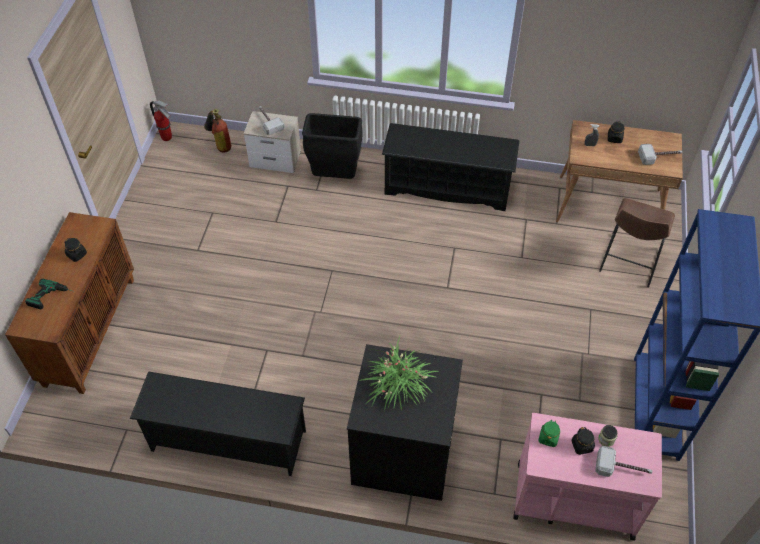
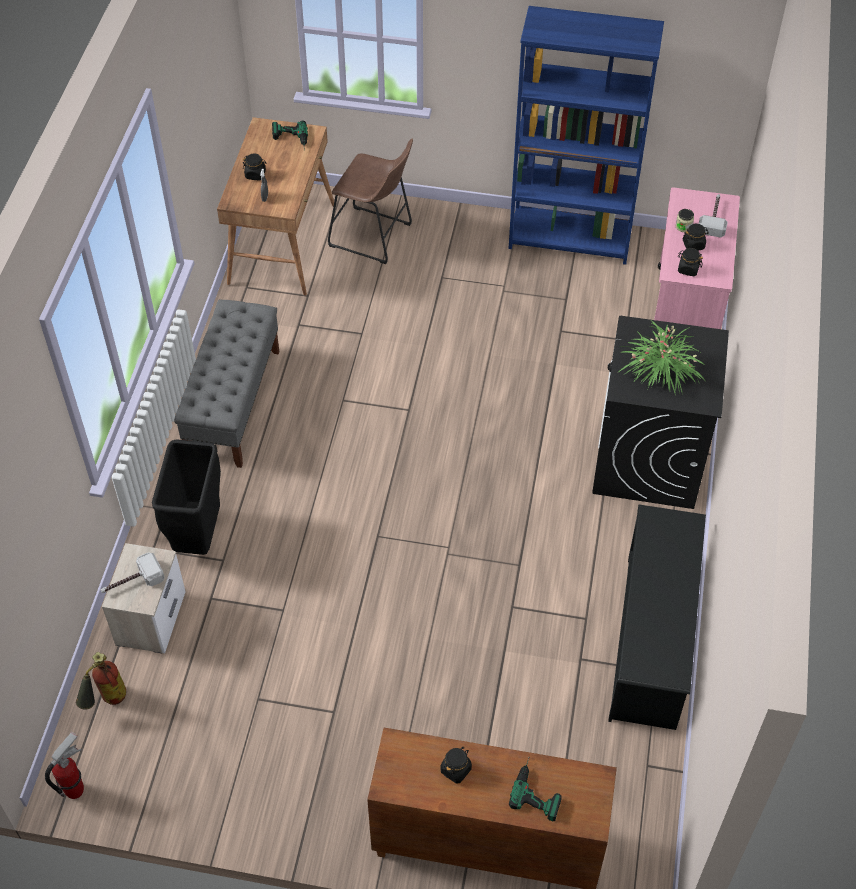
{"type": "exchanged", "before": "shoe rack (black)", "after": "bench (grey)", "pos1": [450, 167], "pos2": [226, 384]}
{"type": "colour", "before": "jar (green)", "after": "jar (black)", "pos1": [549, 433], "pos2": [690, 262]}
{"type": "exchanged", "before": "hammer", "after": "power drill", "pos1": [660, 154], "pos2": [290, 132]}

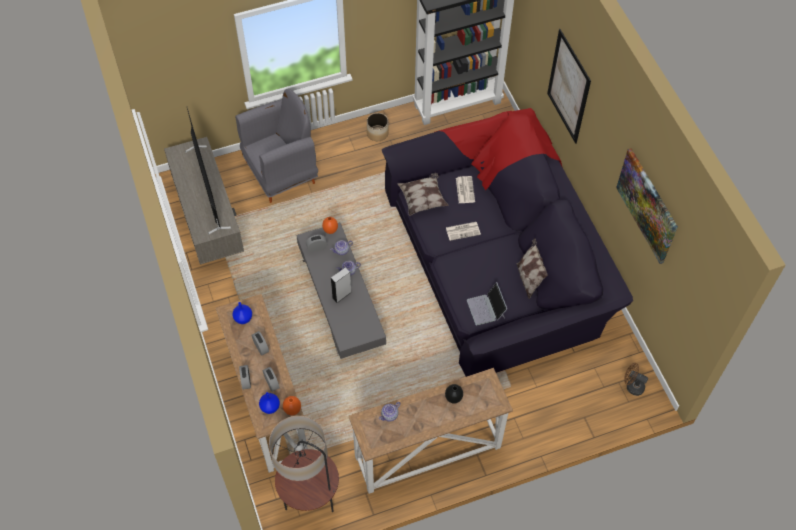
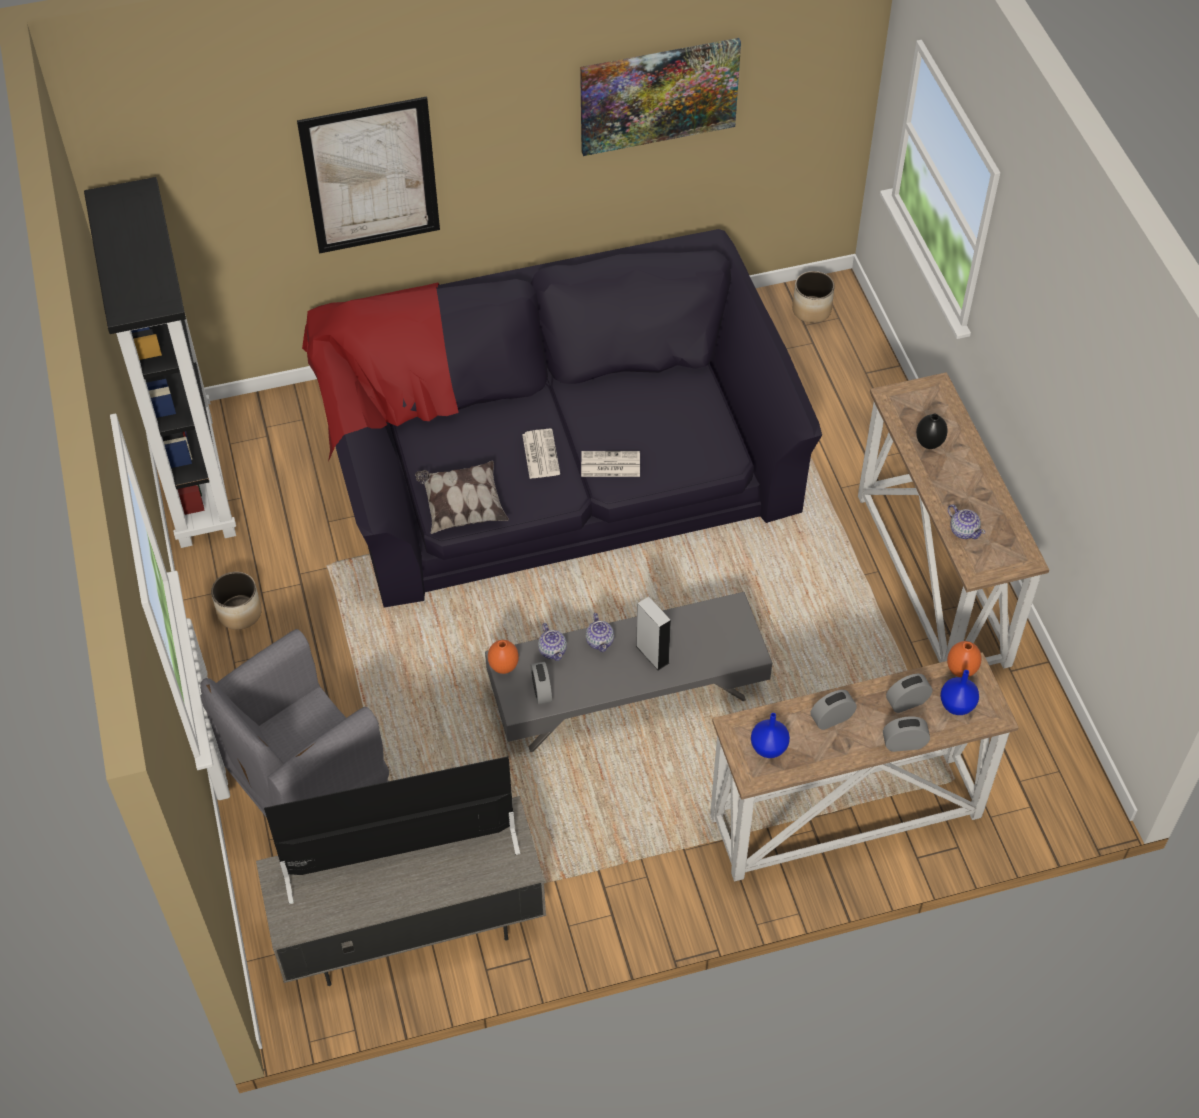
{"type": "spun", "before": "armchair (grey)", "pos1": [276, 146], "pos2": [294, 723], "turn": -105}
{"type": "missing", "before": "floor lamp", "pos1": [304, 464]}
{"type": "relocated", "before": "newspaper", "pos1": [465, 189], "pos2": [610, 464]}
{"type": "missing", "before": "laptop", "pos1": [487, 303]}
{"type": "missing", "before": "pillow", "pos1": [532, 268]}
{"type": "exchanged", "before": "fan (brown)", "after": "planter", "pos1": [636, 379], "pos2": [813, 297]}

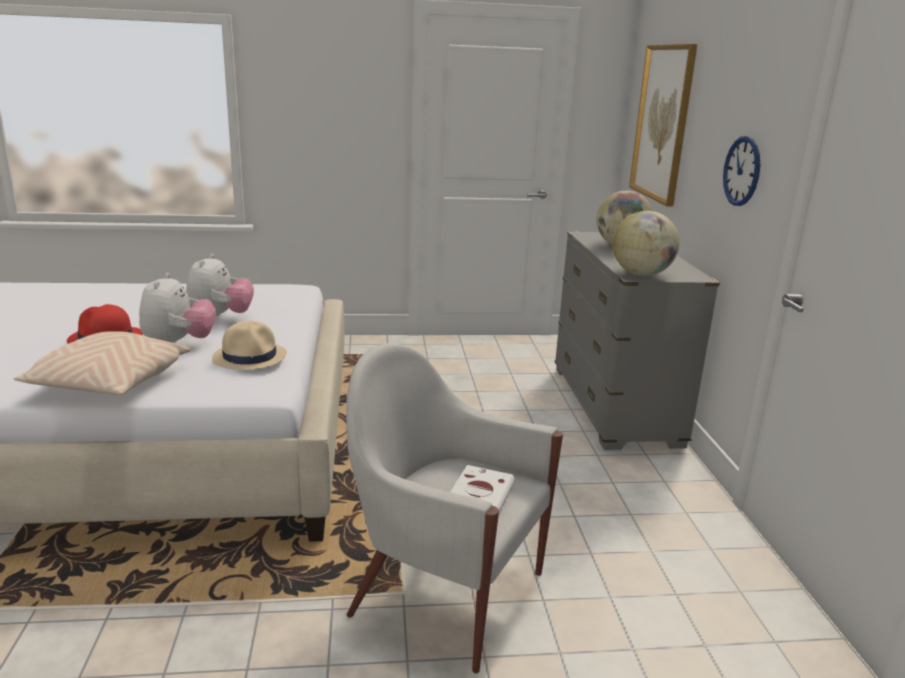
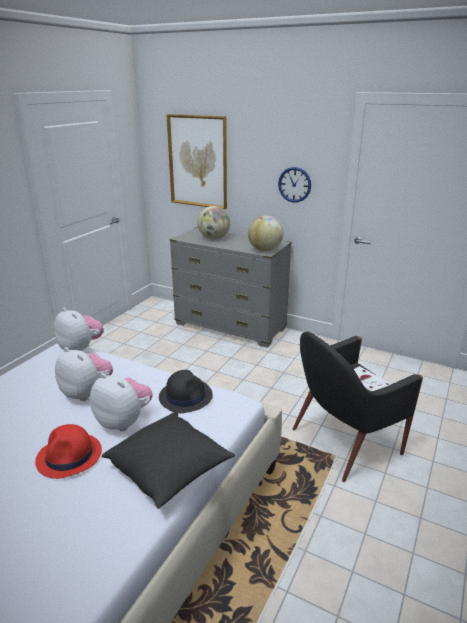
{"type": "colour", "before": "pillow (beige)", "after": "pillow (black)", "pos1": [102, 363], "pos2": [168, 460]}
{"type": "colour", "before": "hat (beige)", "after": "hat (black)", "pos1": [249, 345], "pos2": [186, 391]}
{"type": "colour", "before": "armchair (white)", "after": "armchair (black)", "pos1": [454, 508], "pos2": [357, 407]}
{"type": "appeared", "after": "plush toy", "pos2": [79, 329]}

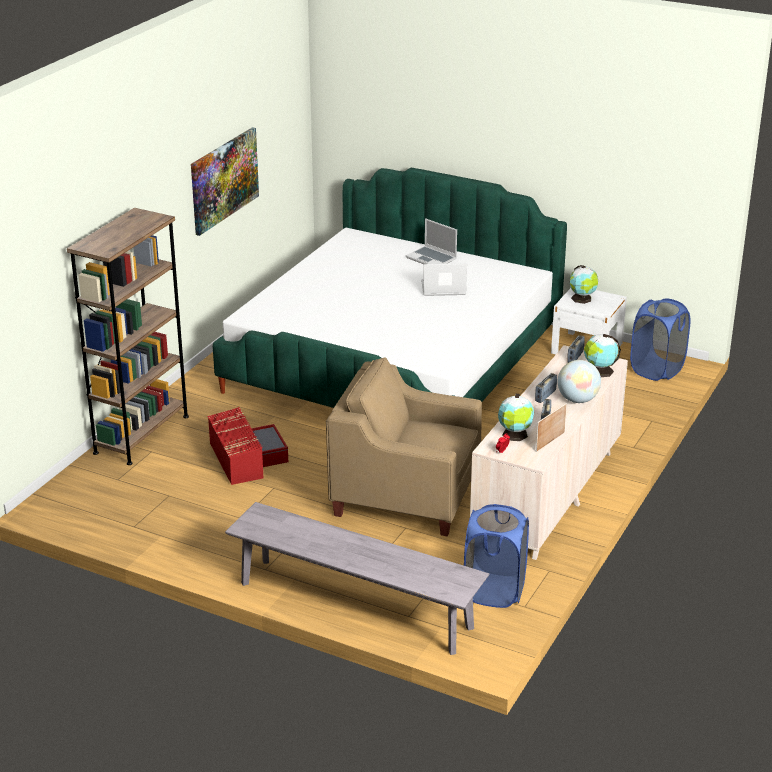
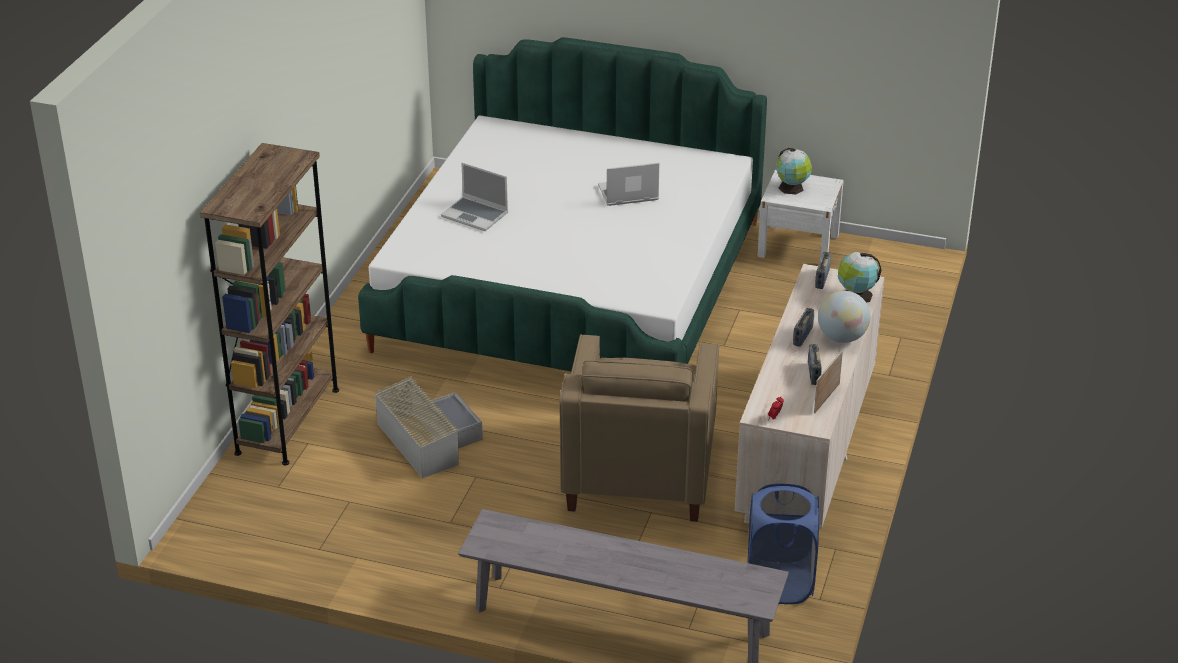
{"type": "missing", "before": "picture", "pos1": [225, 181]}
{"type": "colour", "before": "storage box (red)", "after": "storage box (grey)", "pos1": [247, 446], "pos2": [428, 427]}
{"type": "spun", "before": "armchair (beige)", "pos1": [404, 446], "pos2": [639, 428], "turn": -90}
{"type": "relocated", "before": "laptop", "pos1": [431, 241], "pos2": [474, 197]}
{"type": "missing", "before": "globe", "pos1": [516, 417]}
{"type": "missing", "before": "laundry basket (blue)", "pos1": [660, 339]}

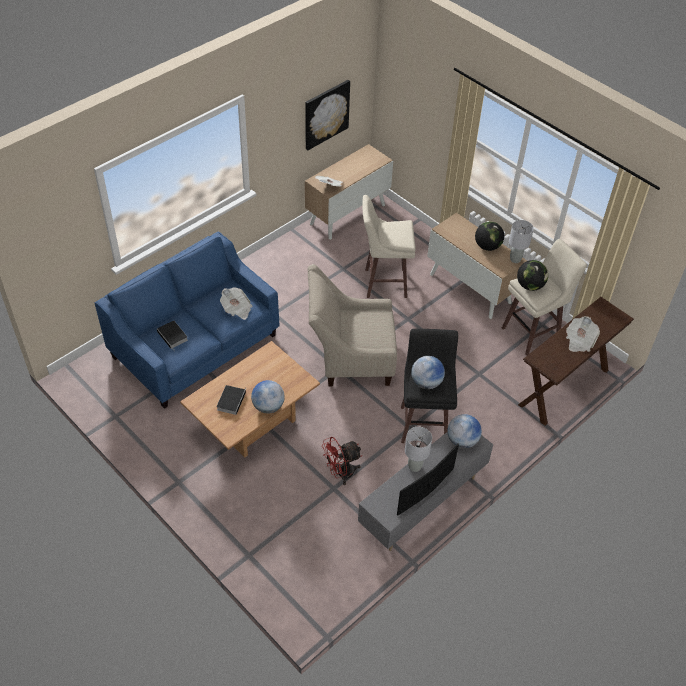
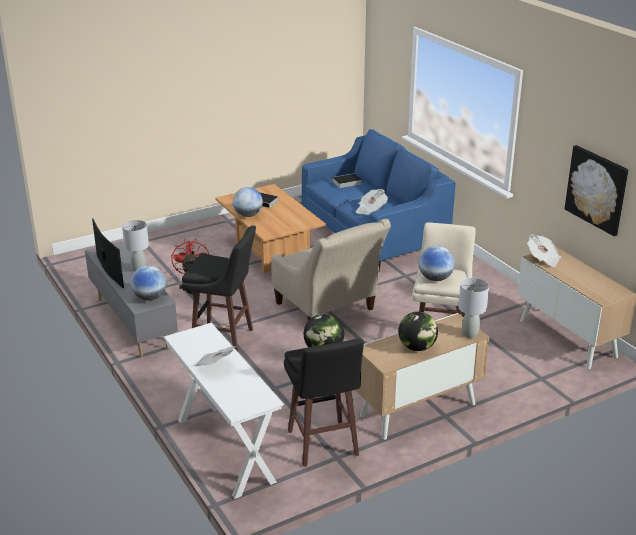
{"type": "spun", "before": "armchair (beige)", "pos1": [352, 325], "pos2": [331, 270], "turn": 135}
{"type": "relocated", "before": "globe", "pos1": [428, 372], "pos2": [437, 263]}
{"type": "colour", "before": "stool (beige)", "after": "stool (black)", "pos1": [544, 297], "pos2": [324, 403]}
{"type": "relocated", "before": "table lamp (grey)", "pos1": [521, 241], "pos2": [473, 308]}
{"type": "colour", "before": "console table (brown)", "after": "console table (white)", "pos1": [576, 361], "pos2": [224, 411]}

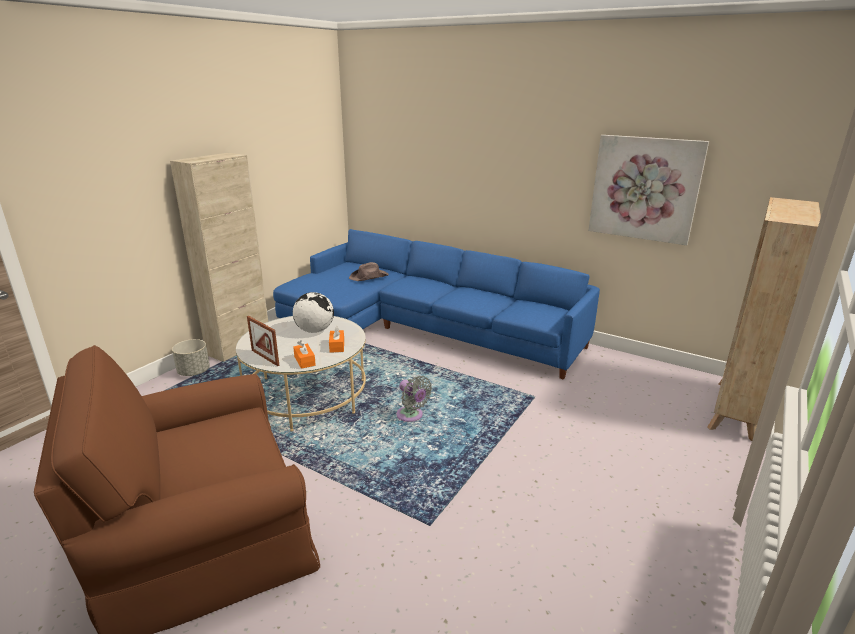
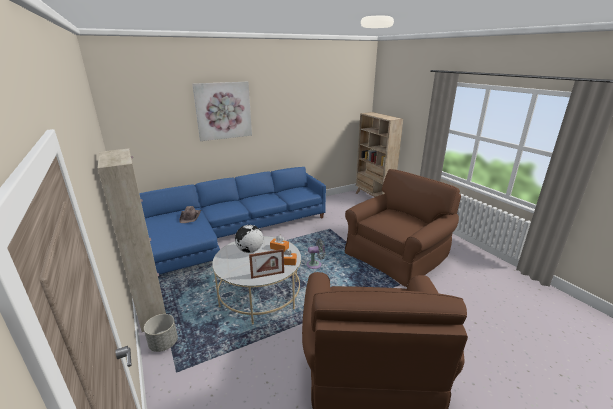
{"type": "relocated", "before": "picture", "pos1": [648, 190], "pos2": [222, 111]}
{"type": "appeared", "after": "armchair (brown)", "pos2": [403, 228]}

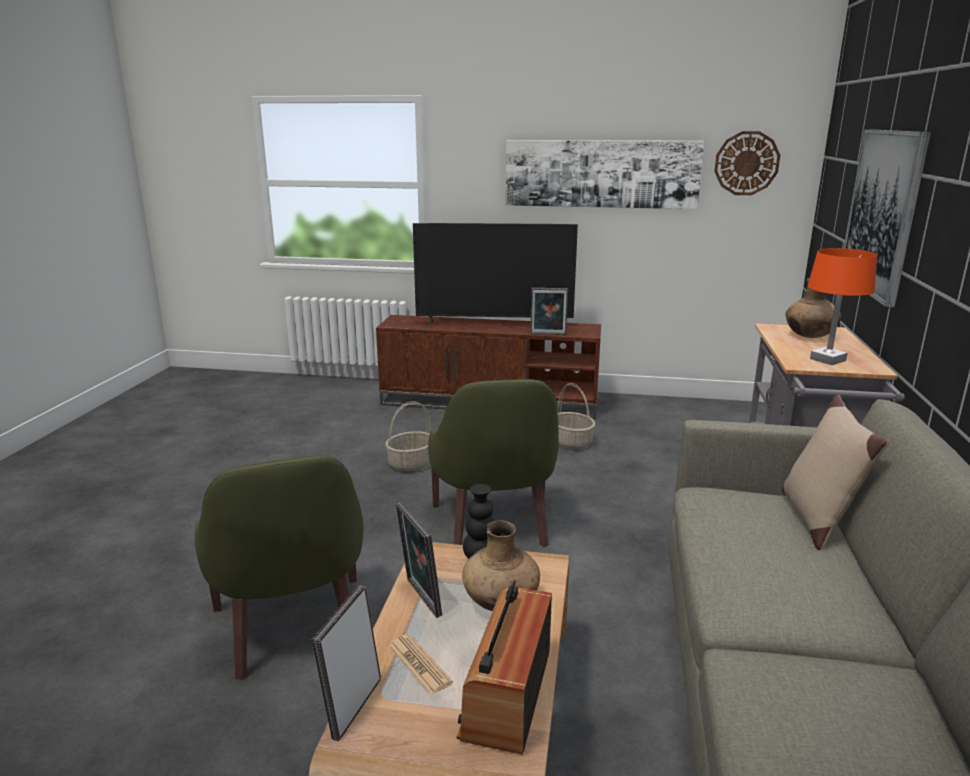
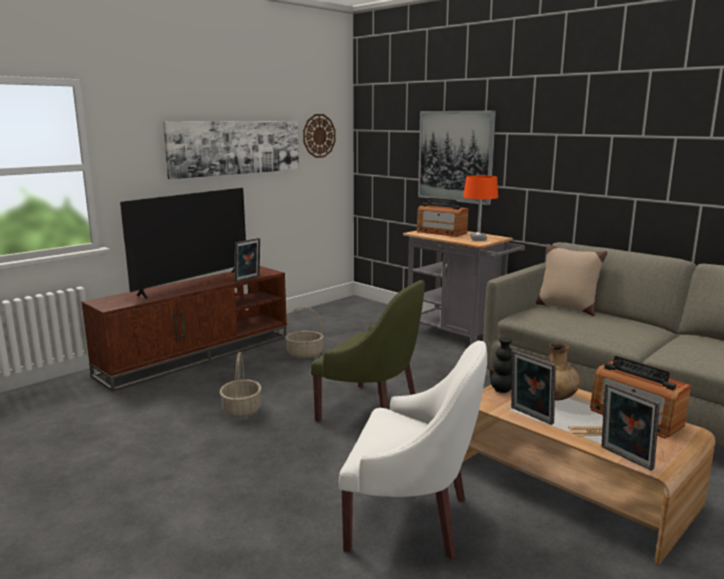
{"type": "colour", "before": "armchair (green)", "after": "armchair (white)", "pos1": [279, 567], "pos2": [413, 450]}
{"type": "spun", "before": "picture frame", "pos1": [418, 560], "pos2": [533, 387], "turn": 45}
{"type": "exchanged", "before": "vase (brown)", "after": "radio", "pos1": [813, 308], "pos2": [442, 217]}

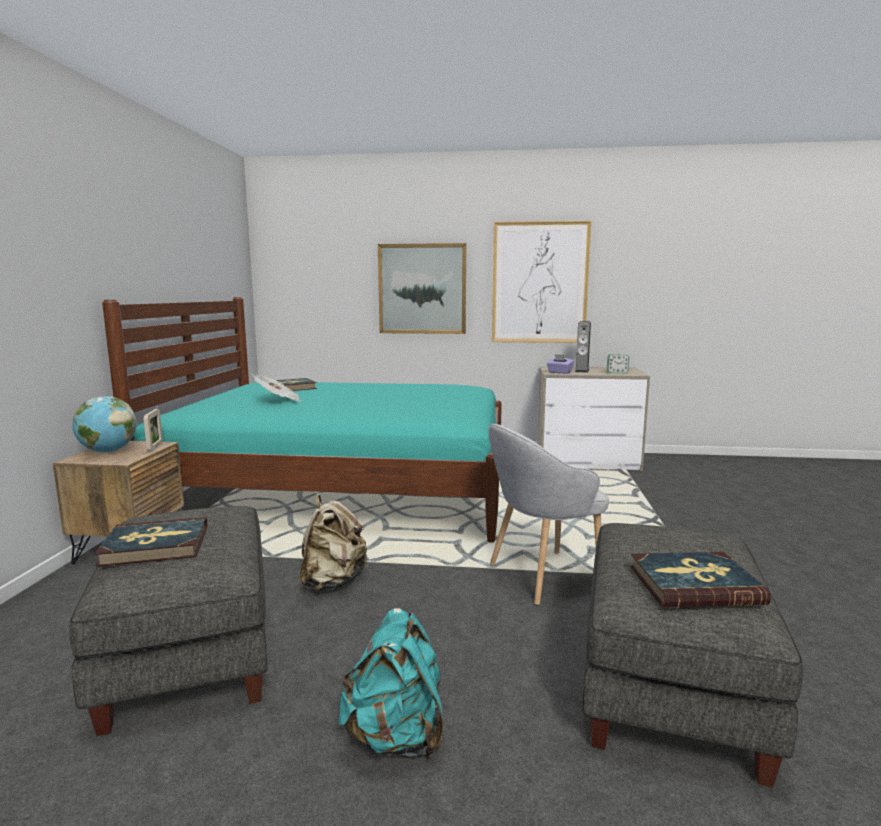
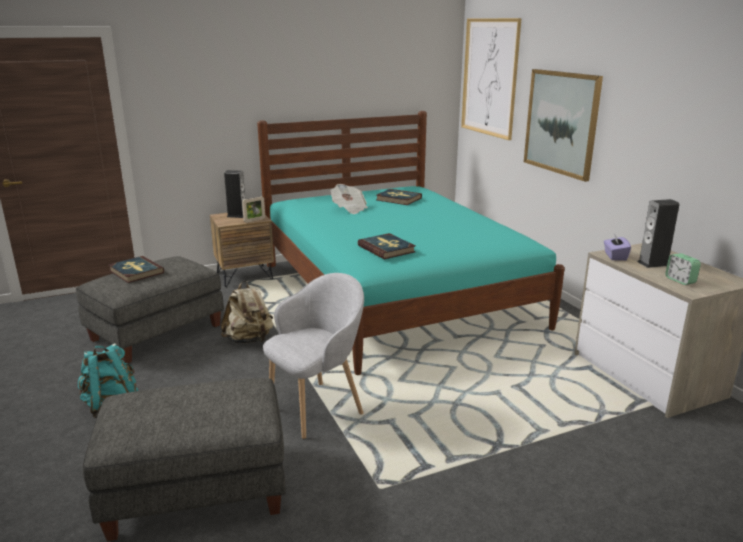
{"type": "exchanged", "before": "globe", "after": "speaker", "pos1": [104, 424], "pos2": [234, 194]}
{"type": "spun", "before": "armchair (grey)", "pos1": [549, 515], "pos2": [313, 356], "turn": 105}
{"type": "relocated", "before": "picture", "pos1": [541, 282], "pos2": [491, 79]}
{"type": "relocated", "before": "book", "pos1": [700, 579], "pos2": [386, 246]}

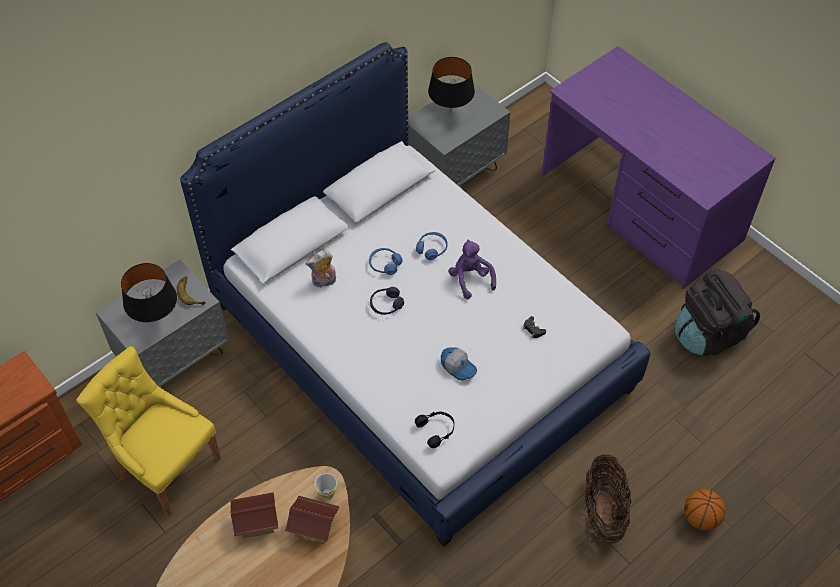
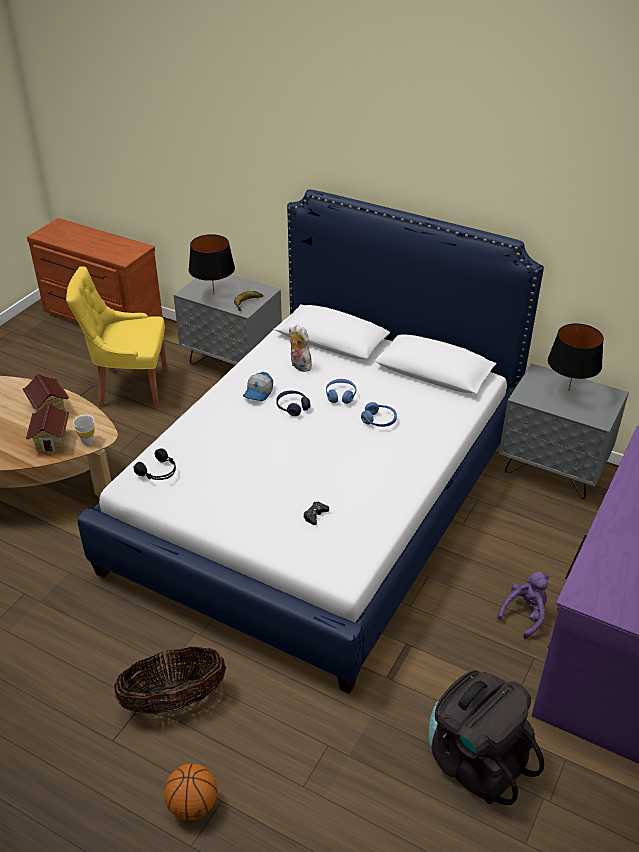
{"type": "spun", "before": "chair (yellow)", "pos1": [148, 431], "pos2": [116, 337], "turn": -105}
{"type": "relocated", "before": "cap", "pos1": [459, 364], "pos2": [258, 386]}
{"type": "relocated", "before": "plush toy (purple)", "pos1": [472, 269], "pos2": [523, 605]}

